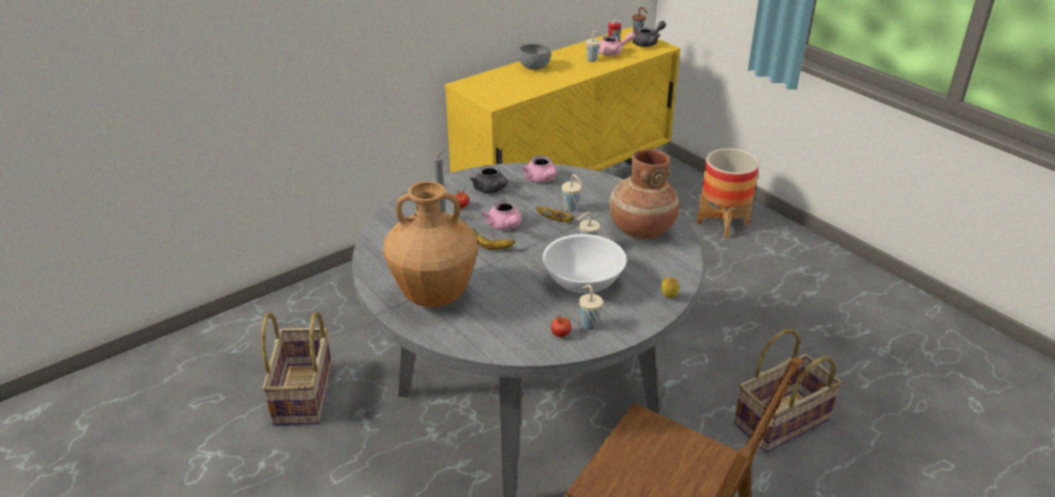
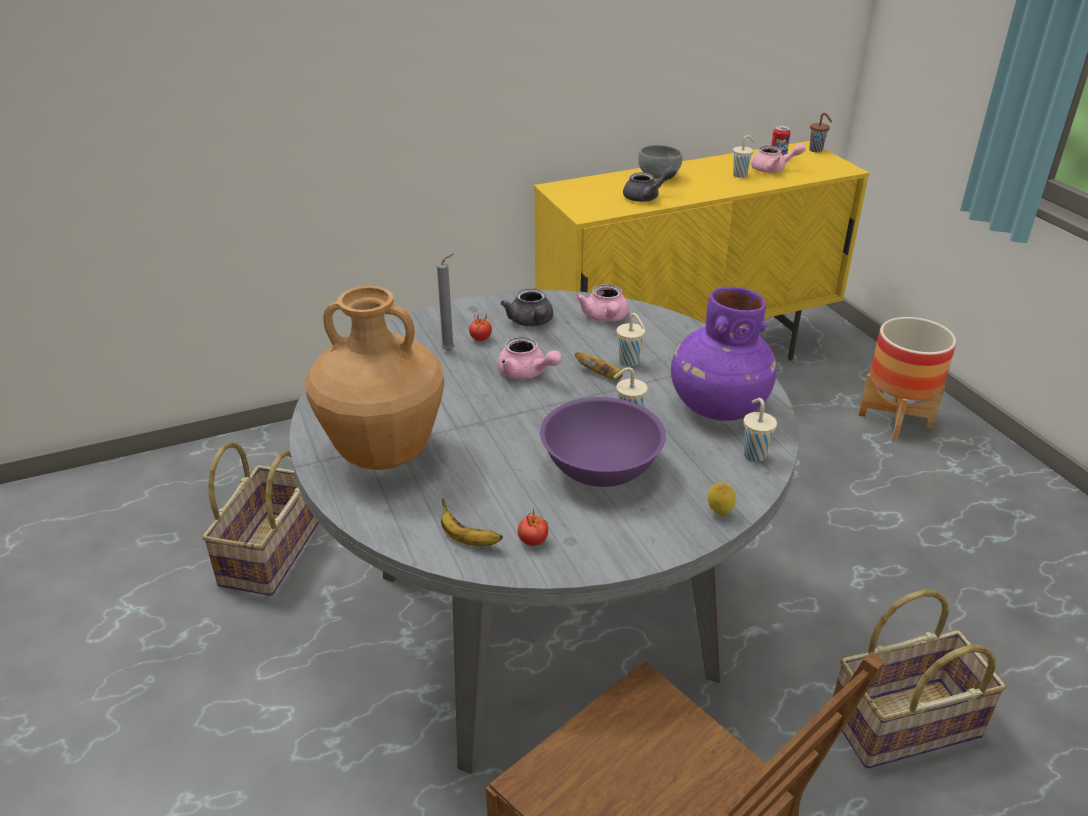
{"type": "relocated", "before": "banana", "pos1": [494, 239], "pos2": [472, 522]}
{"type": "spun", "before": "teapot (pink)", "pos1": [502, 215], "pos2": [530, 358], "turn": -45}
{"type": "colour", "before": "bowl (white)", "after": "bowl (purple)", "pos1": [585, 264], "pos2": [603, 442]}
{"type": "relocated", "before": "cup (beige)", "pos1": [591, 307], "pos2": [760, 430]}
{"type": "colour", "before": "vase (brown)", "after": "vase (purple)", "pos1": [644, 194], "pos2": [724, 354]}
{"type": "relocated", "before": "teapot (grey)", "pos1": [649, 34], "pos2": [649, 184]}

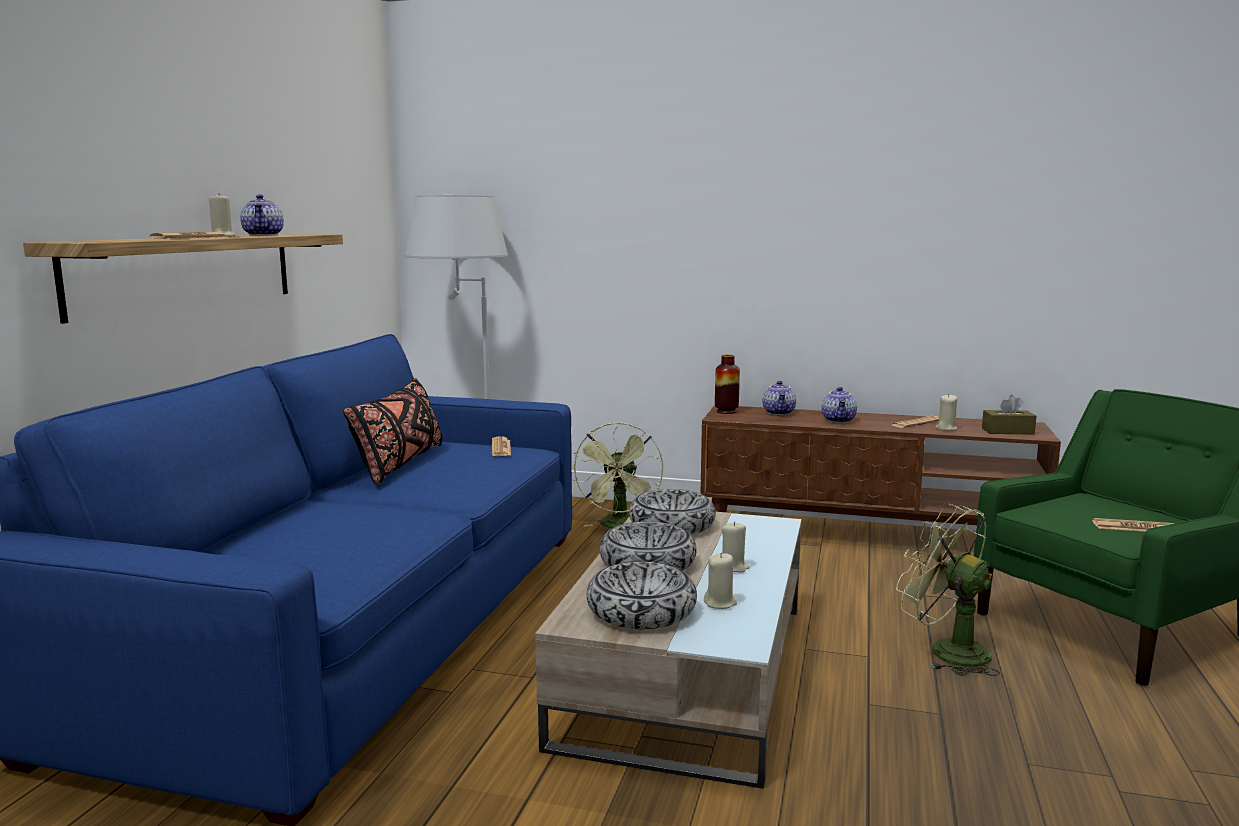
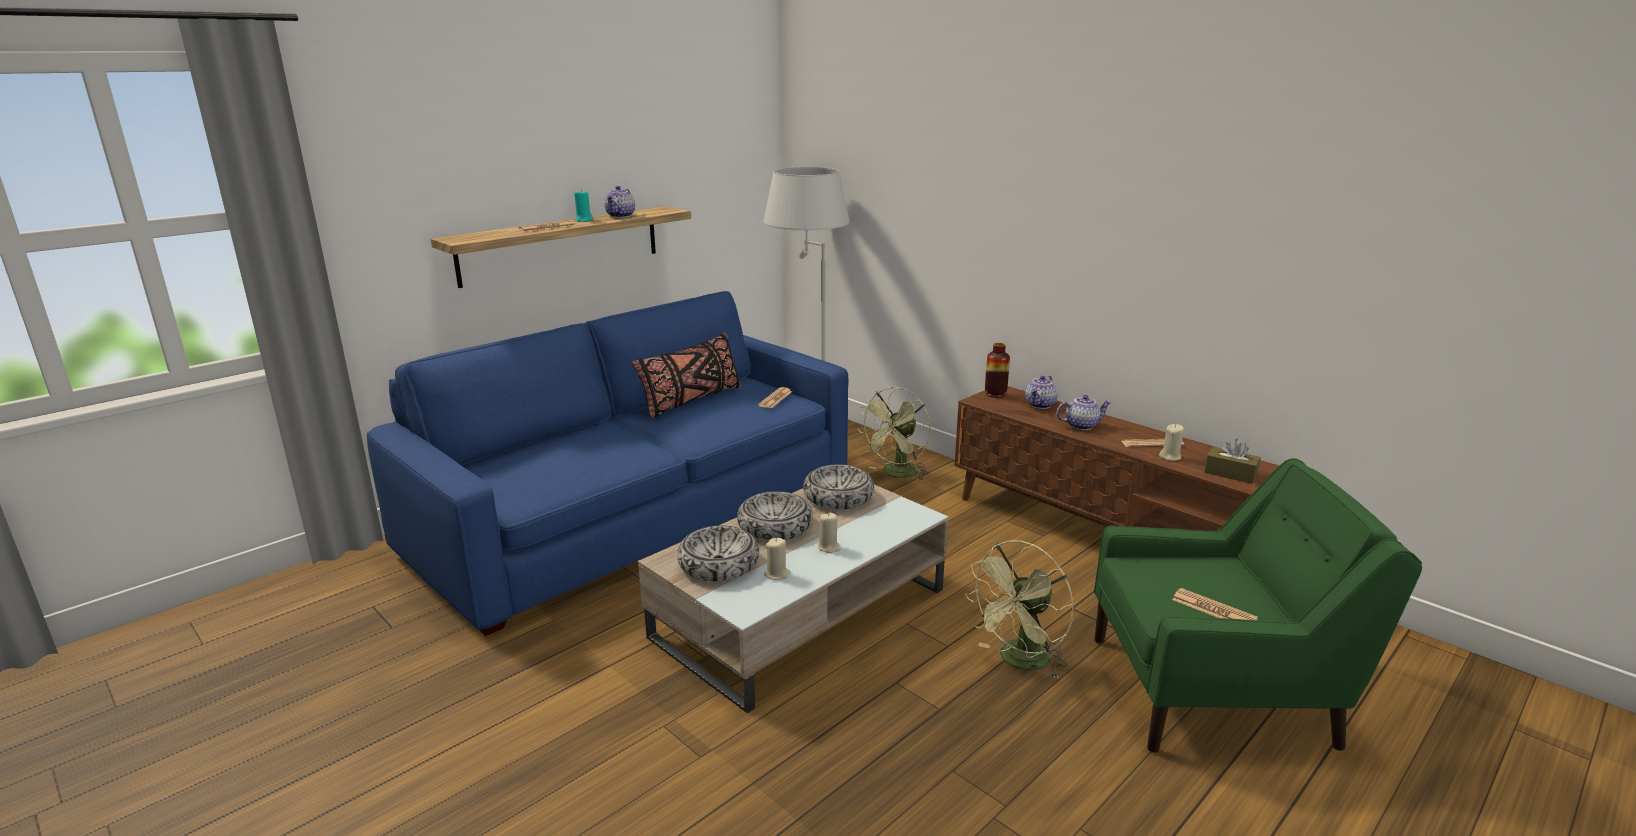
{"type": "colour", "before": "candle (beige)", "after": "candle (turquoise)", "pos1": [222, 215], "pos2": [583, 205]}
{"type": "spun", "before": "teapot", "pos1": [839, 405], "pos2": [1084, 412], "turn": -135}
{"type": "spun", "before": "fan (green)", "pos1": [948, 589], "pos2": [1019, 609], "turn": -120}

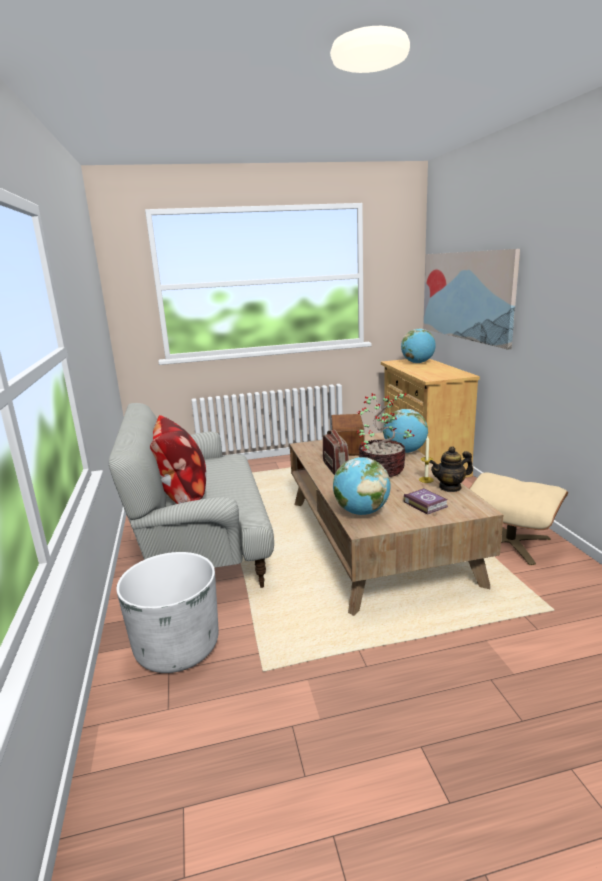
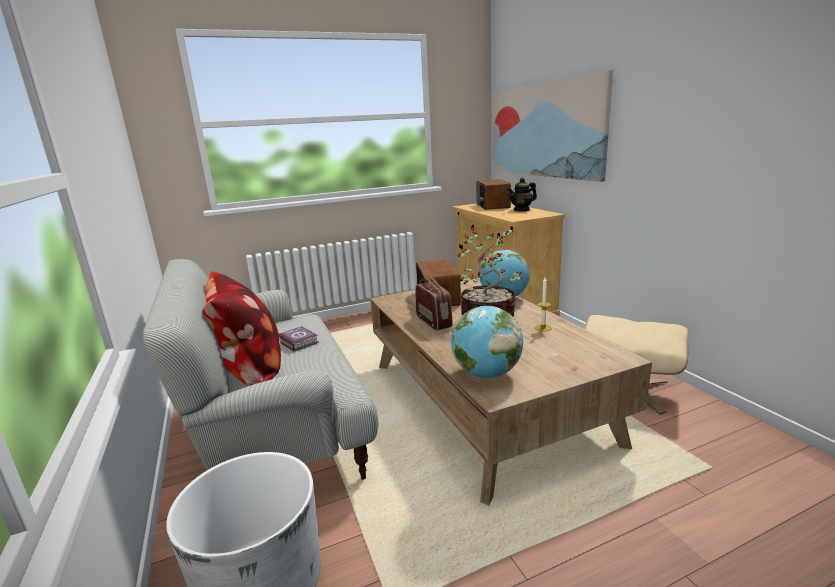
{"type": "exchanged", "before": "globe", "after": "radio", "pos1": [418, 345], "pos2": [493, 194]}
{"type": "relocated", "before": "book", "pos1": [425, 501], "pos2": [299, 339]}
{"type": "relocated", "before": "teapot", "pos1": [451, 469], "pos2": [522, 195]}

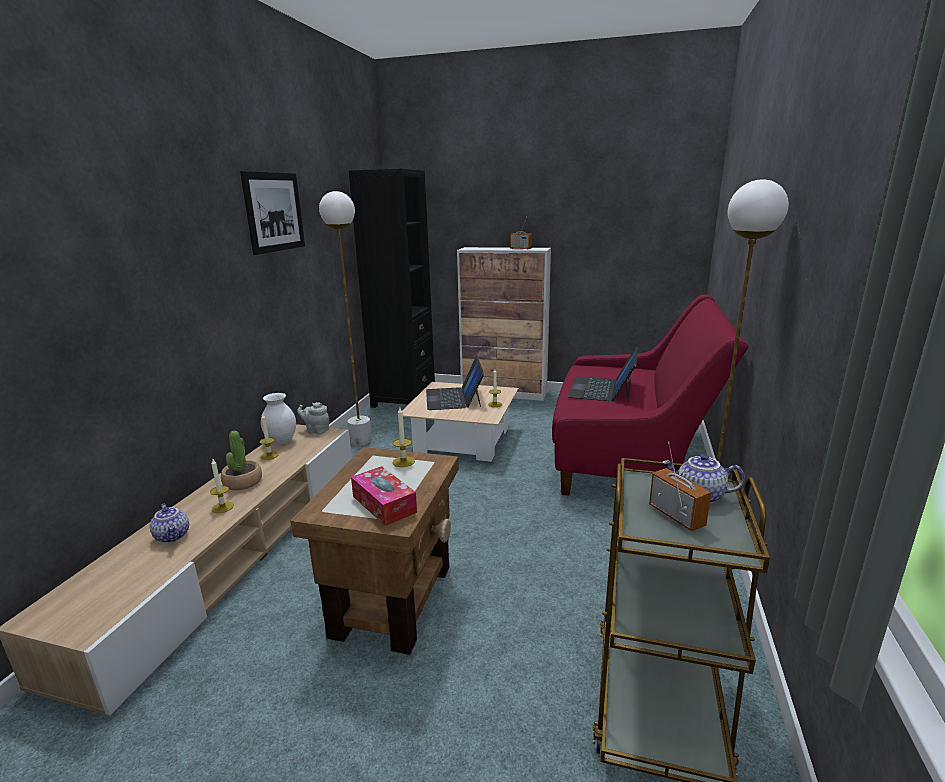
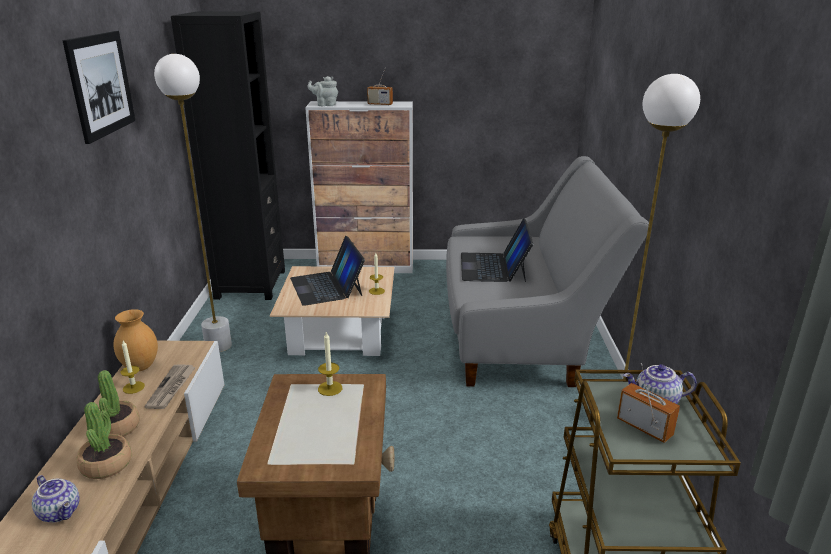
{"type": "exchanged", "before": "candle", "after": "potted plant", "pos1": [222, 486], "pos2": [104, 440]}
{"type": "colour", "before": "vase (white)", "after": "vase (brown)", "pos1": [278, 419], "pos2": [136, 340]}
{"type": "relocated", "before": "teapot (grey)", "pos1": [313, 418], "pos2": [323, 91]}
{"type": "missing", "before": "tissue box", "pos1": [384, 496]}
{"type": "colour", "before": "sofa (red)", "after": "sofa (grey)", "pos1": [650, 395], "pos2": [547, 271]}
{"type": "appeared", "after": "newspaper", "pos2": [170, 386]}

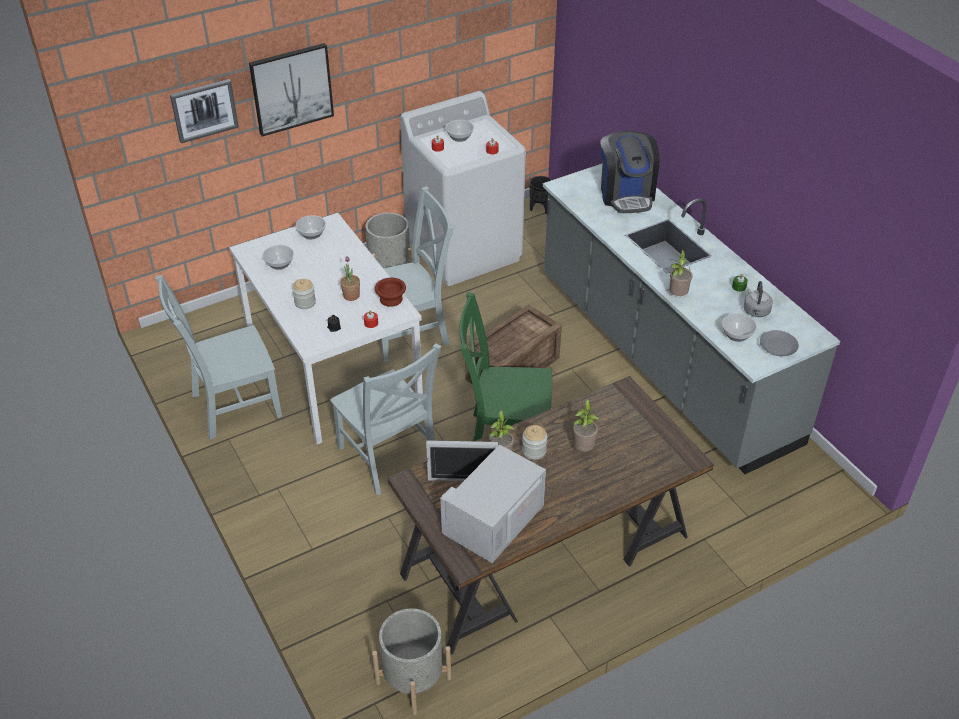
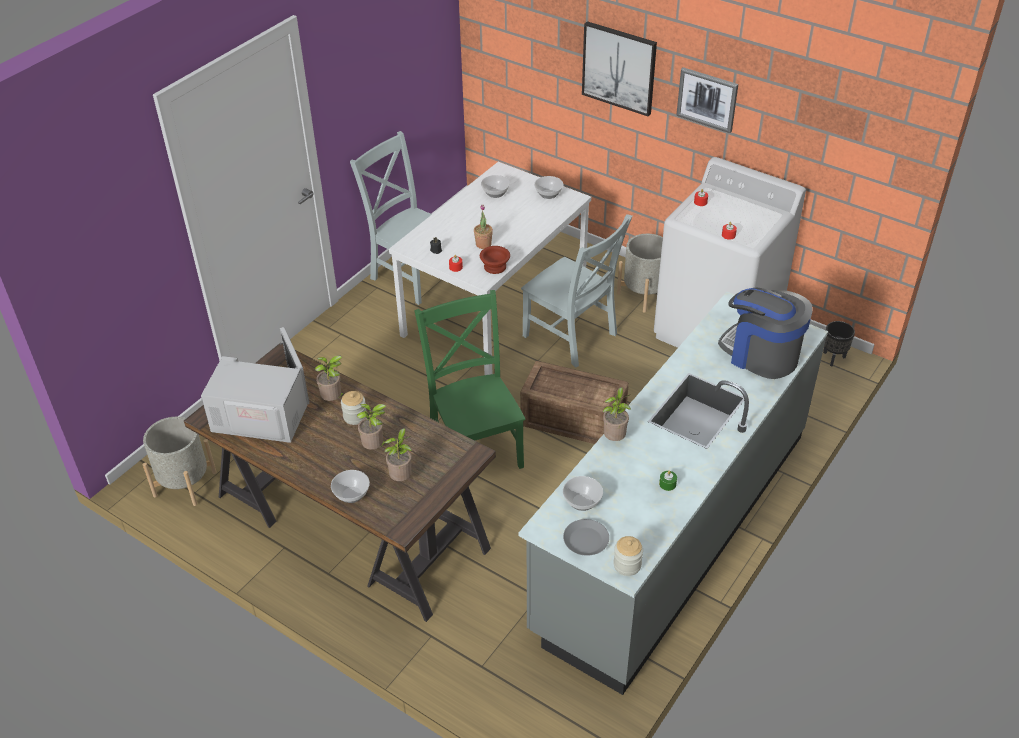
{"type": "relocated", "before": "picture", "pos1": [204, 111], "pos2": [707, 100]}
{"type": "relocated", "before": "jar", "pos1": [304, 294], "pos2": [628, 556]}
{"type": "missing", "before": "chair (grey)", "pos1": [385, 419]}
{"type": "relocated", "before": "bowl", "pos1": [459, 131], "pos2": [350, 486]}
{"type": "spun", "before": "coffee machine", "pos1": [630, 172], "pos2": [765, 333], "turn": 75}
{"type": "missing", "before": "kettle (grey)", "pos1": [758, 299]}
{"type": "appeared", "after": "potted plant", "pos2": [398, 454]}

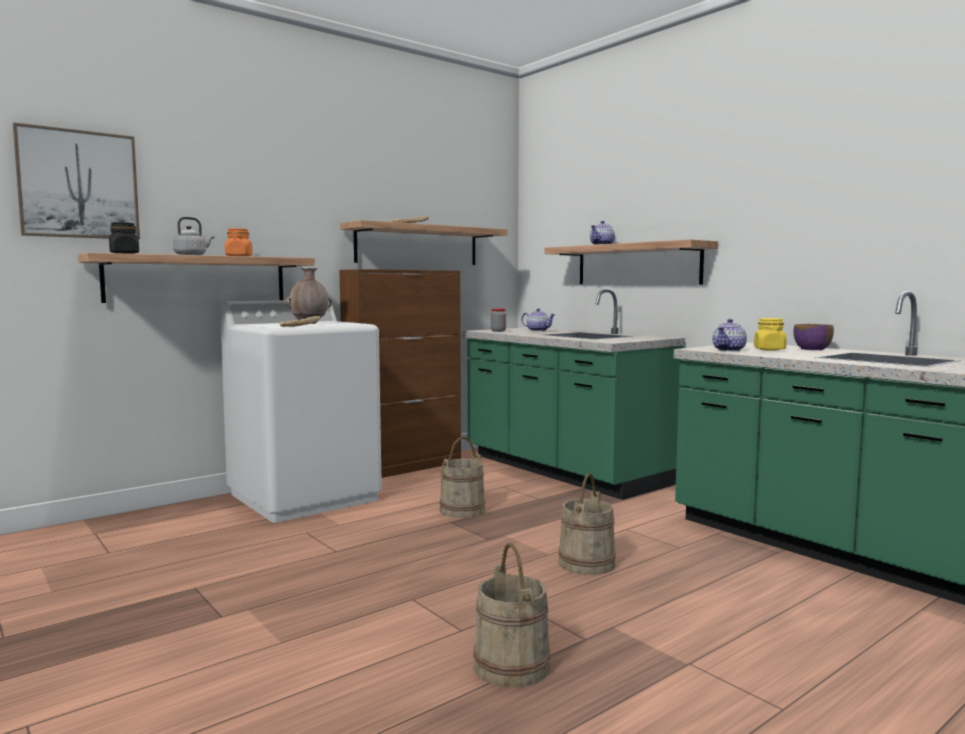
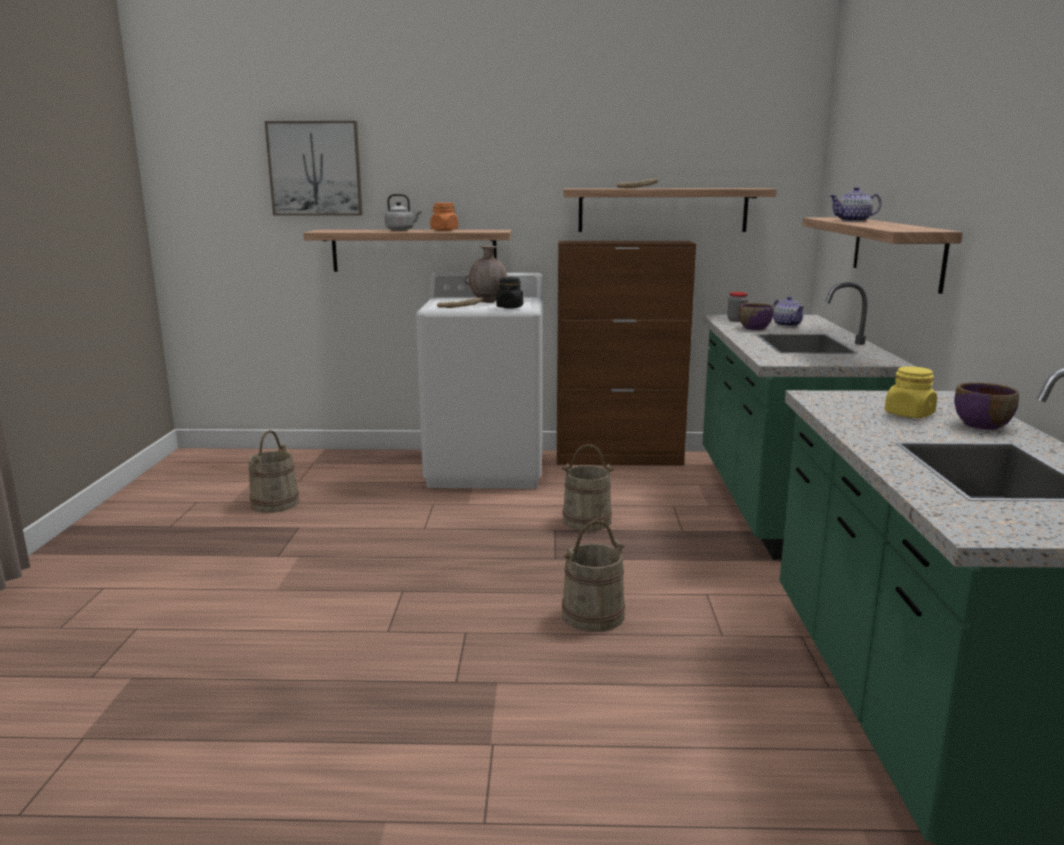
{"type": "relocated", "before": "jar (black)", "pos1": [124, 238], "pos2": [509, 293]}
{"type": "relocated", "before": "bucket (beige)", "pos1": [512, 615], "pos2": [273, 471]}
{"type": "missing", "before": "teapot", "pos1": [730, 335]}
{"type": "appeared", "after": "bowl (purple)", "pos2": [756, 316]}

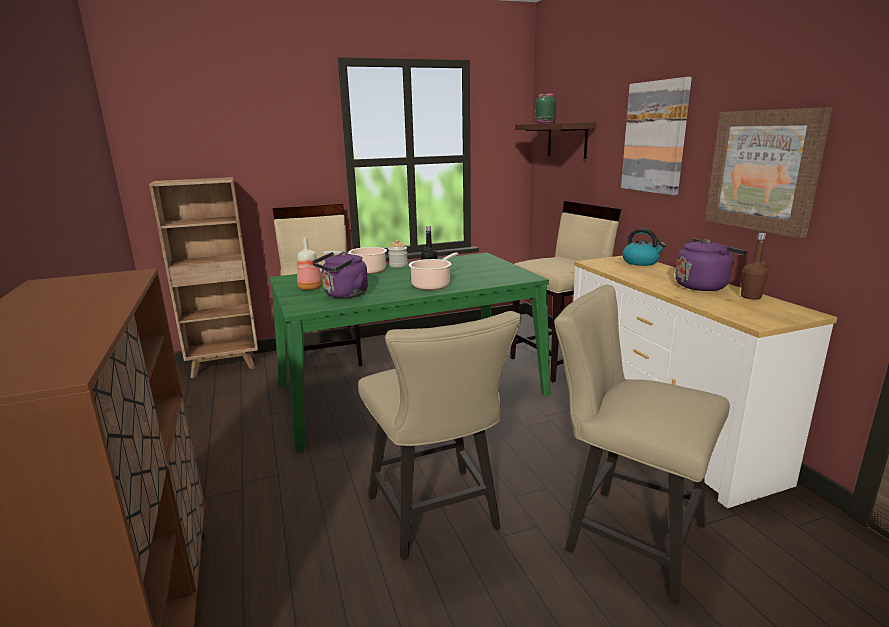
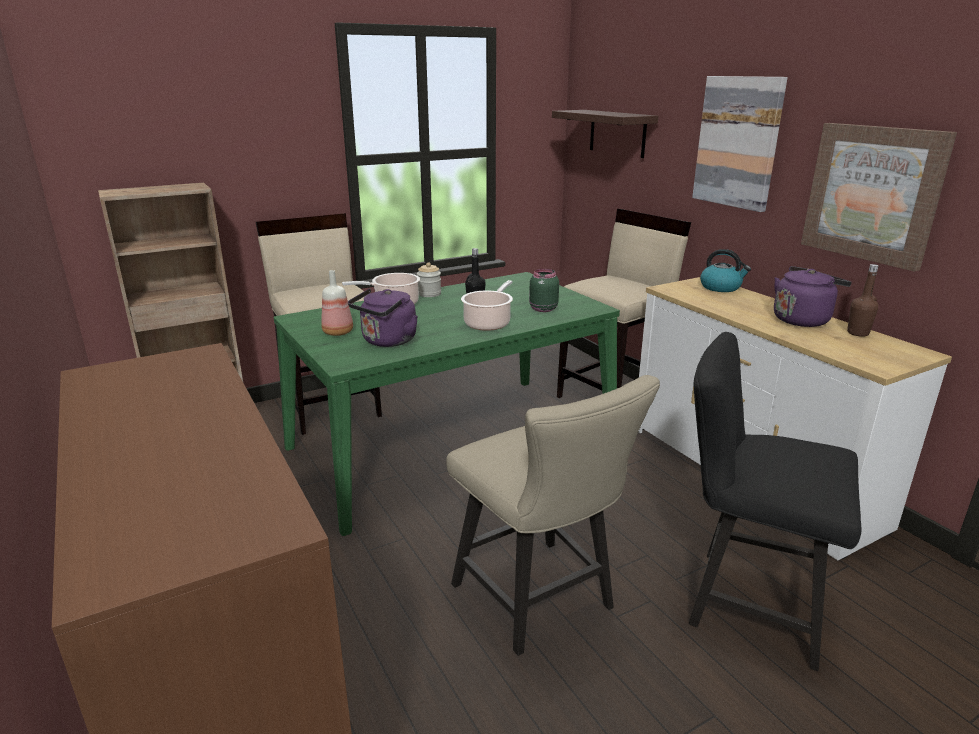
{"type": "relocated", "before": "jar (green)", "pos1": [546, 109], "pos2": [544, 290]}
{"type": "colour", "before": "chair (beige)", "after": "chair (black)", "pos1": [642, 445], "pos2": [775, 501]}

